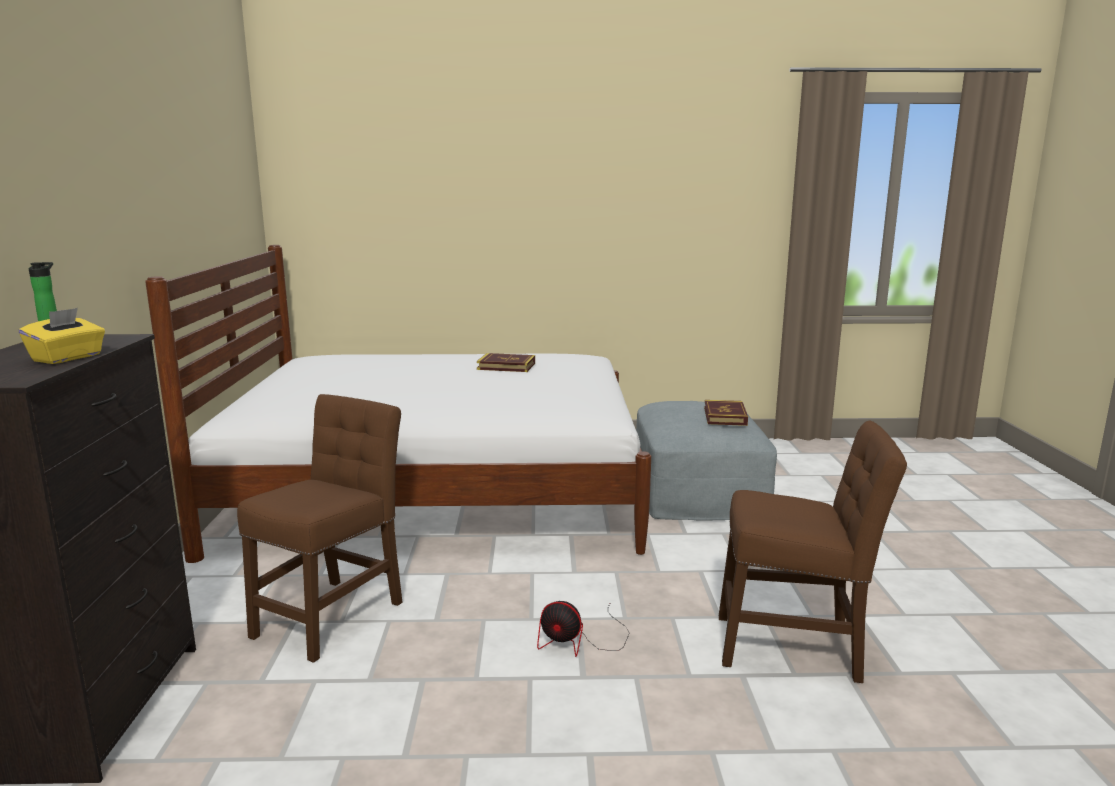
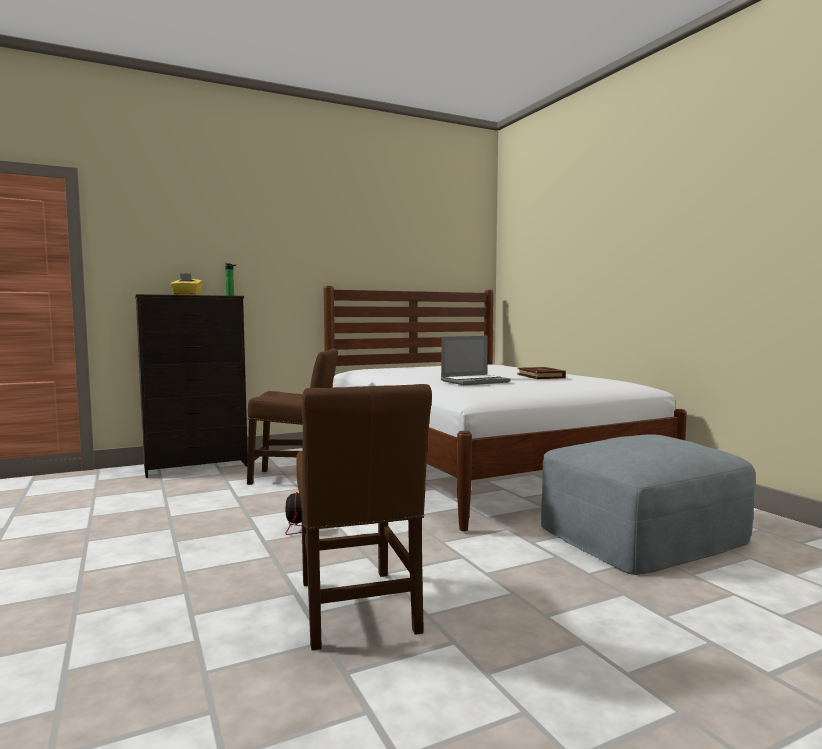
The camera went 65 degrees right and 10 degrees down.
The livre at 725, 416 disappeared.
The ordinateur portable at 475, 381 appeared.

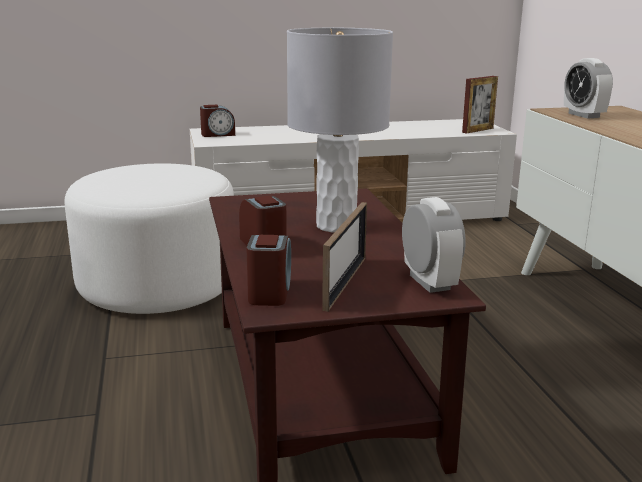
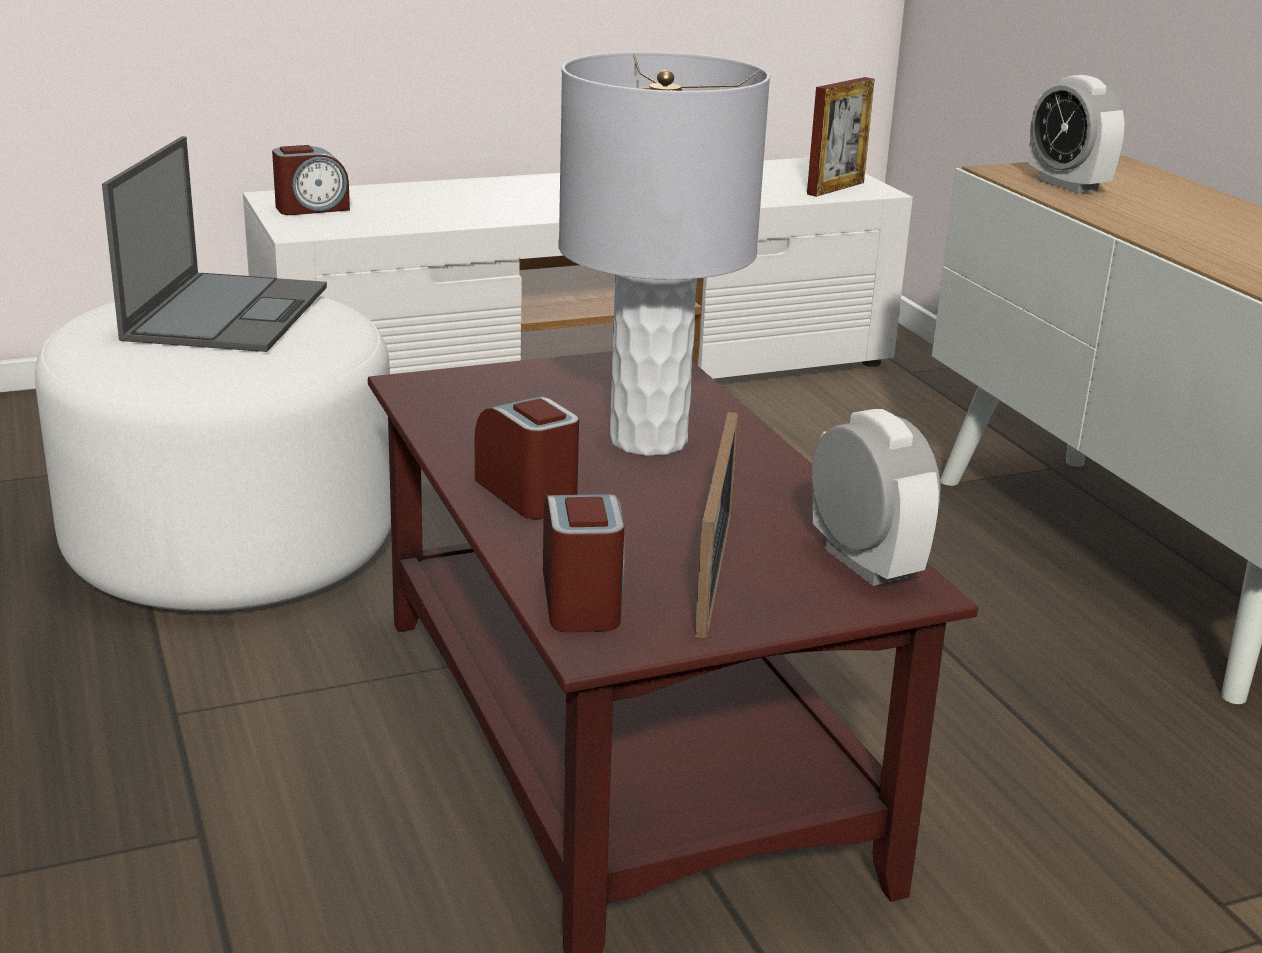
The camera went 10 degrees left and 5 degrees up.
The ordinateur portable at 227, 312 appeared.

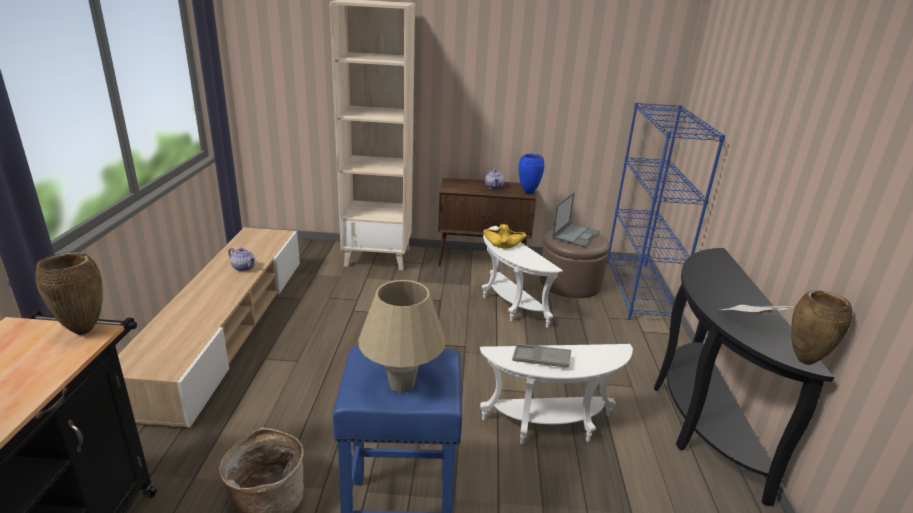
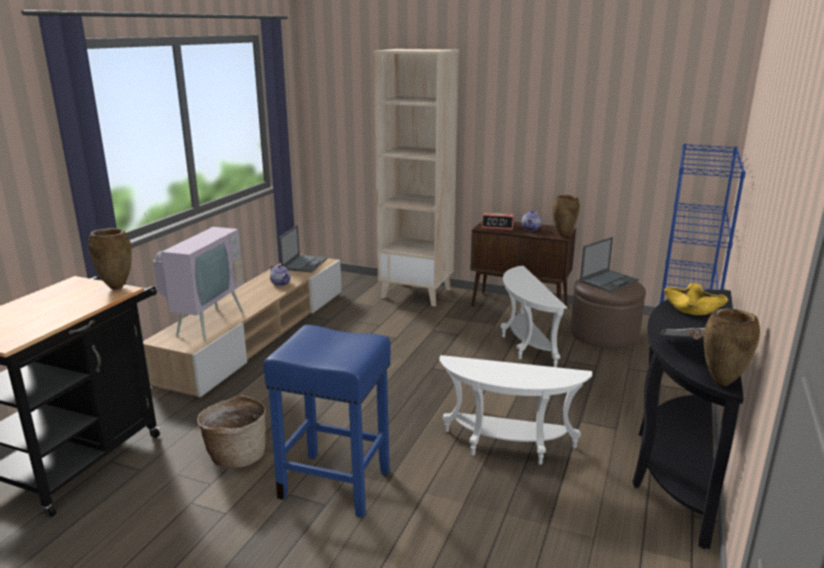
The camera went 20 degrees right and 5 degrees down.
The lampe de table [beige] at 401, 384 disappeared.
The plateau [gris] at 541, 359 disappeared.
The téléviseur at 205, 322 appeared.
The ordinateur portable at 304, 263 appeared.
The réveil at 498, 226 appeared.
The bol [jaune] moved from 504, 243 to 693, 308.
The vase [bleu] at 528, 193 became the vase [marron] at 563, 235.

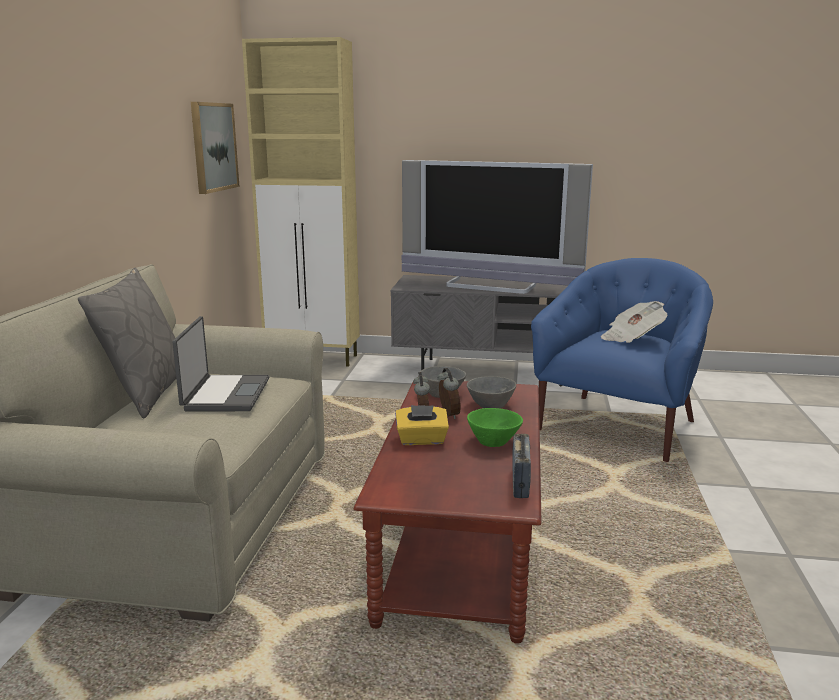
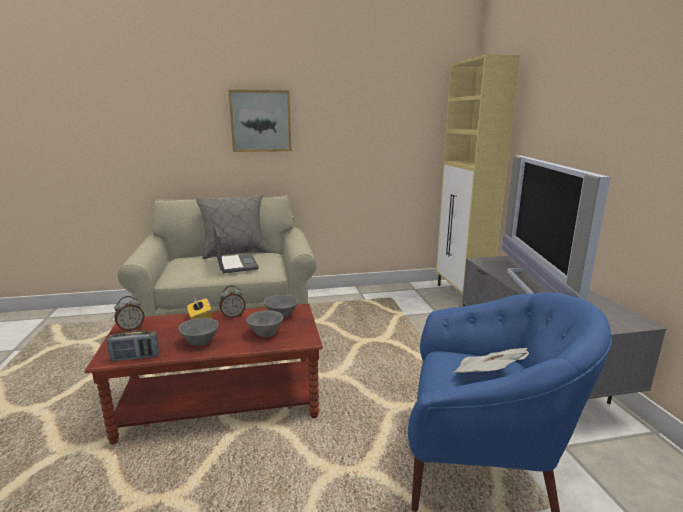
The camera went 70 degrees right and 0 degrees up.
The tableau moved from 213, 147 to 260, 121.
The réveil moved from 448, 415 to 131, 328.
The bol [vert] at 495, 442 became the bol [gris] at 200, 342.
The ordinateur portable at 225, 395 turned 90 degrees counterclockwise.

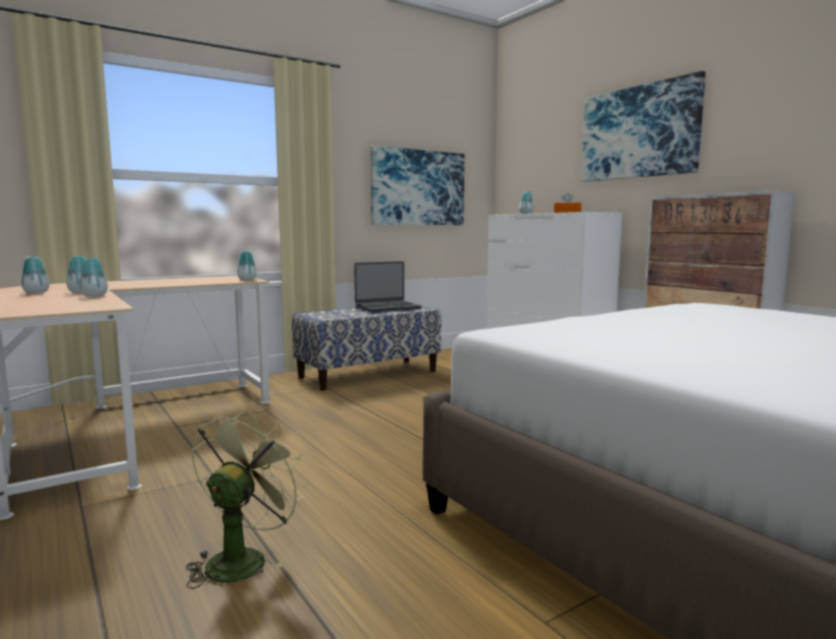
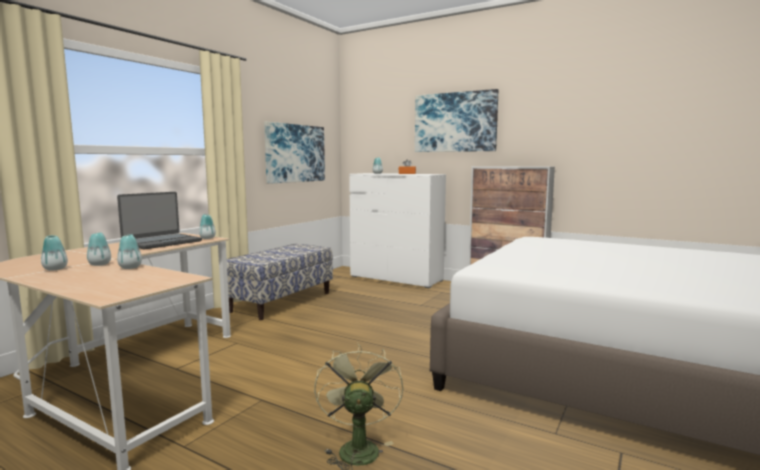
The camera went 25 degrees left and 0 degrees up.
The ordinateur portable moved from 387, 308 to 162, 242.

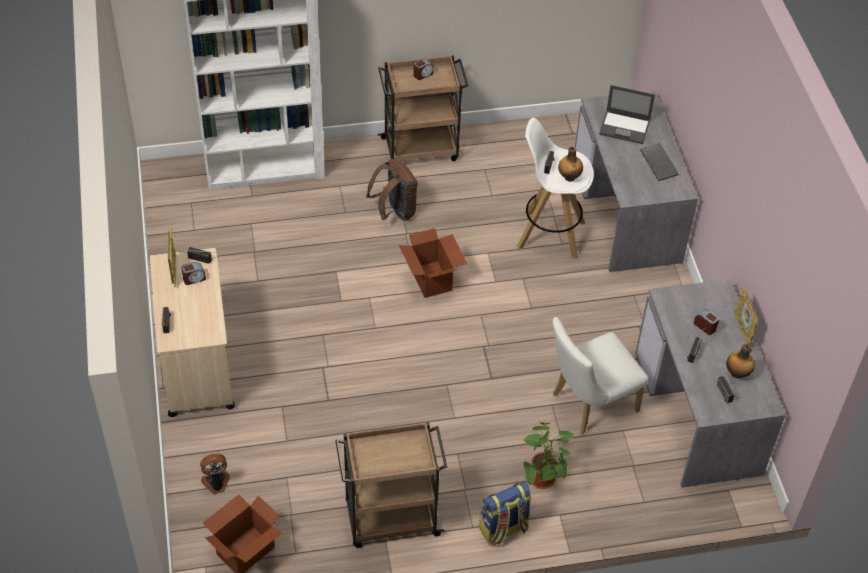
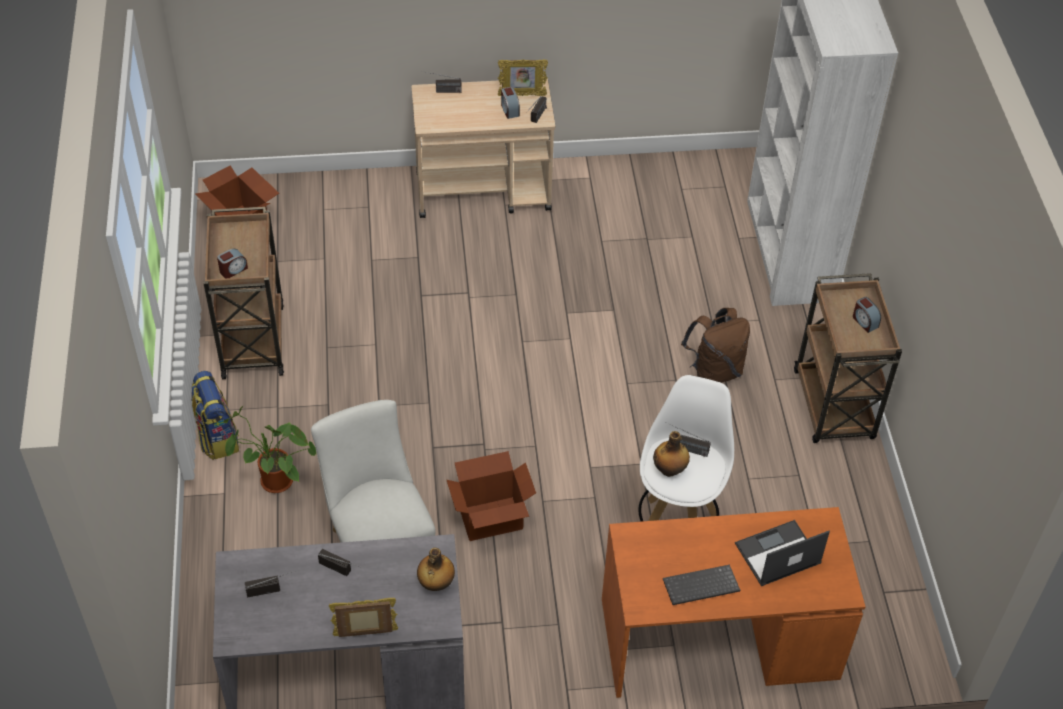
The camera went 95 degrees right and 0 degrees up.
The ventilateur at 216, 483 disappeared.
The carton moved from 432, 279 to 491, 519.
The réveil moved from 705, 326 to 233, 270.
The bouteille moved from 737, 373 to 435, 583.
The bureau [gris] at 627, 213 became the bureau [orange] at 717, 640.
The ordinateur portable at 625, 127 turned 45 degrees clockwise.

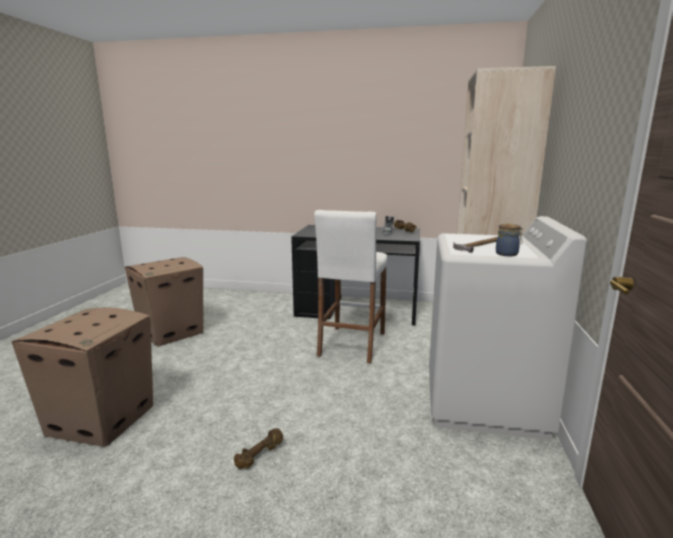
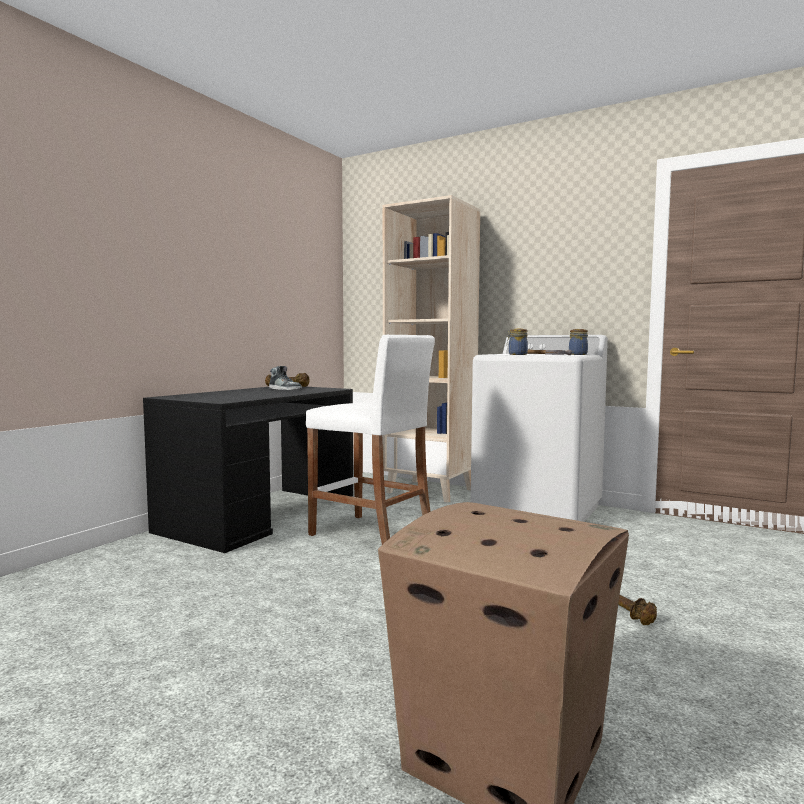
The camera went 70 degrees left and 10 degrees down.
The carton at 172, 332 disappeared.
The bocal at 517, 354 appeared.

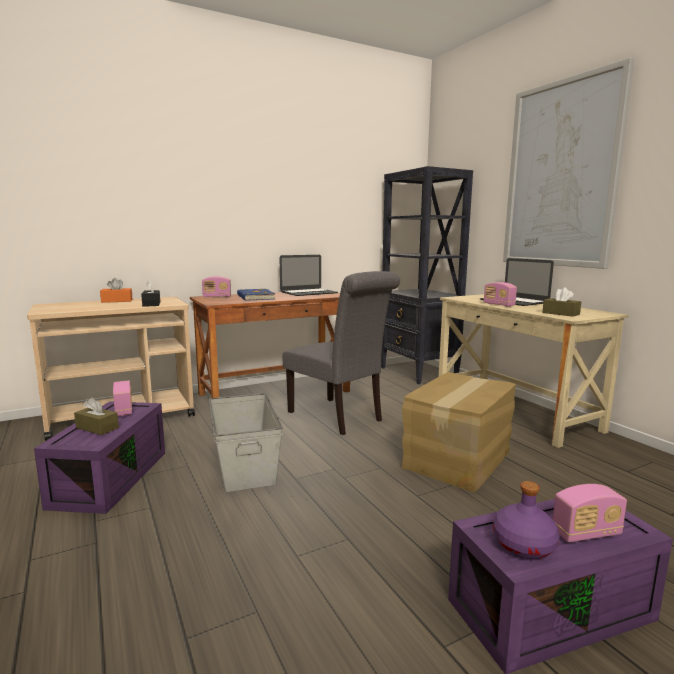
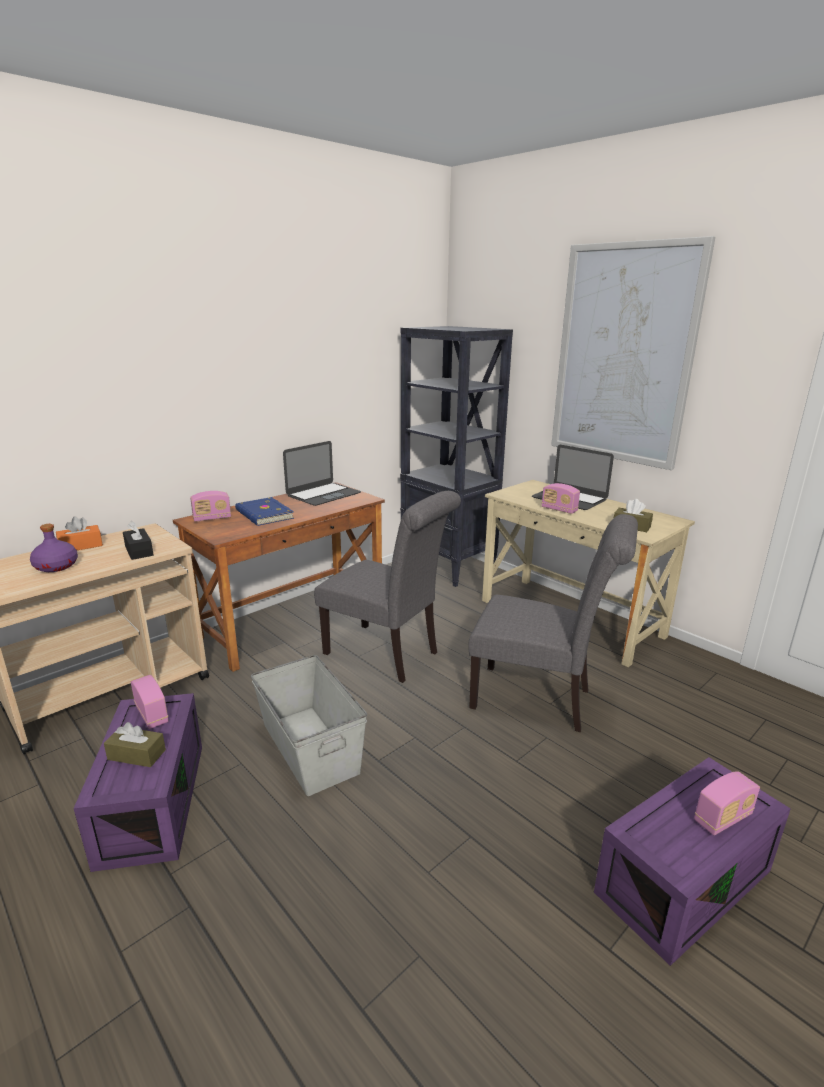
The camera went 15 degrees left and 10 degrees up.
The bouteille [violet] moved from 524, 545 to 56, 566.
The carton at 459, 459 was replaced by the chaise [gris] at 539, 699.

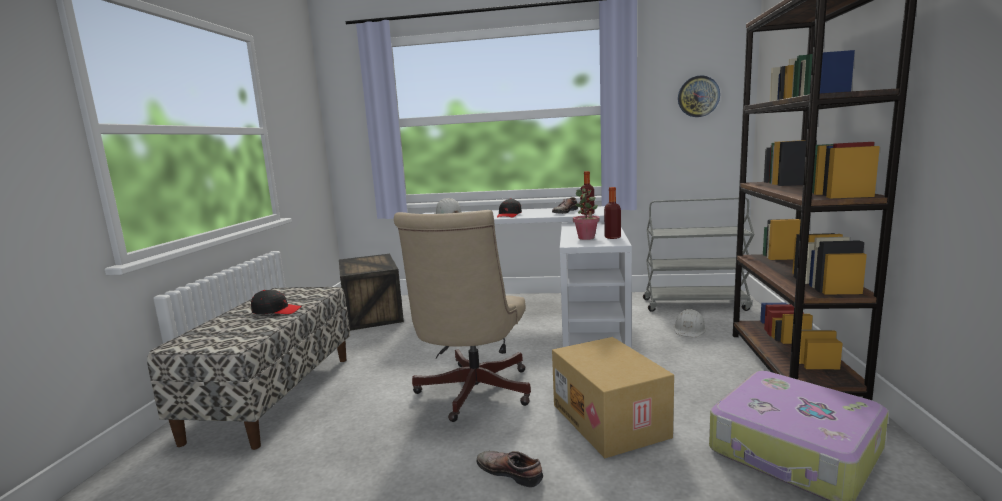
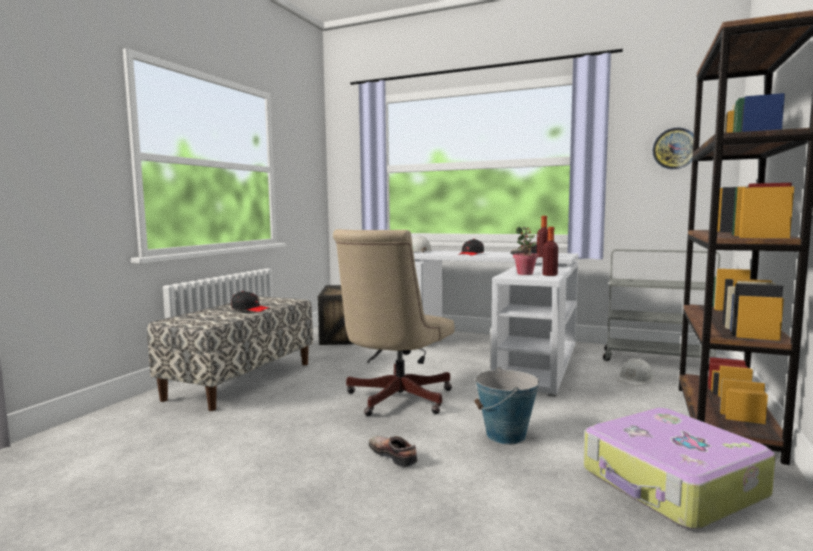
The camera went 15 degrees right and 5 degrees down.
The carton at 611, 420 was replaced by the seau at 506, 435.

